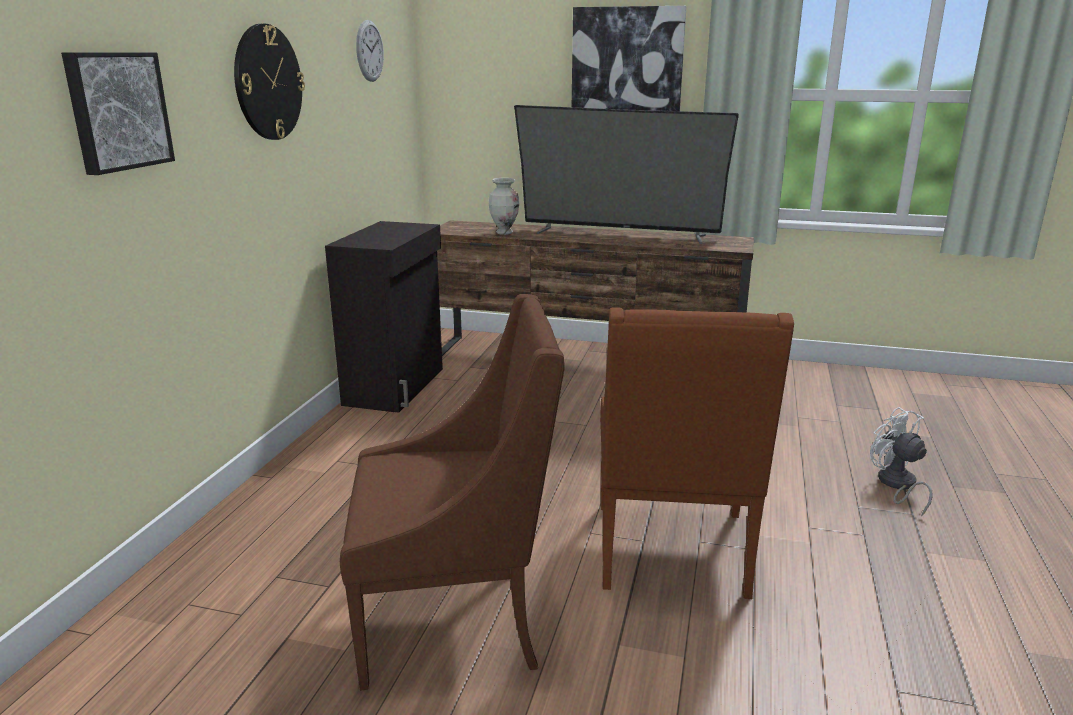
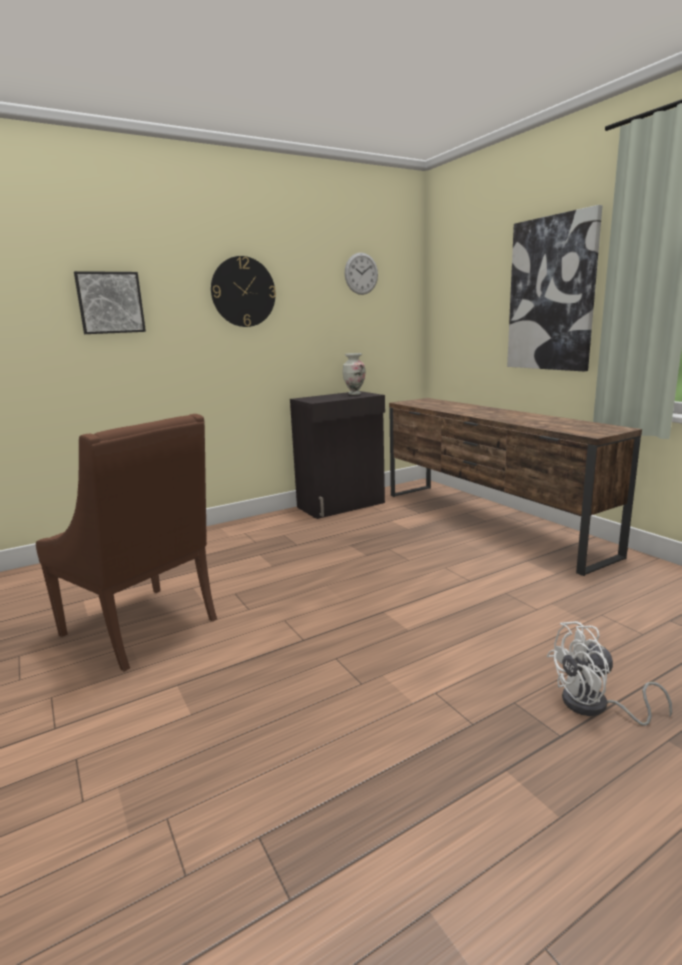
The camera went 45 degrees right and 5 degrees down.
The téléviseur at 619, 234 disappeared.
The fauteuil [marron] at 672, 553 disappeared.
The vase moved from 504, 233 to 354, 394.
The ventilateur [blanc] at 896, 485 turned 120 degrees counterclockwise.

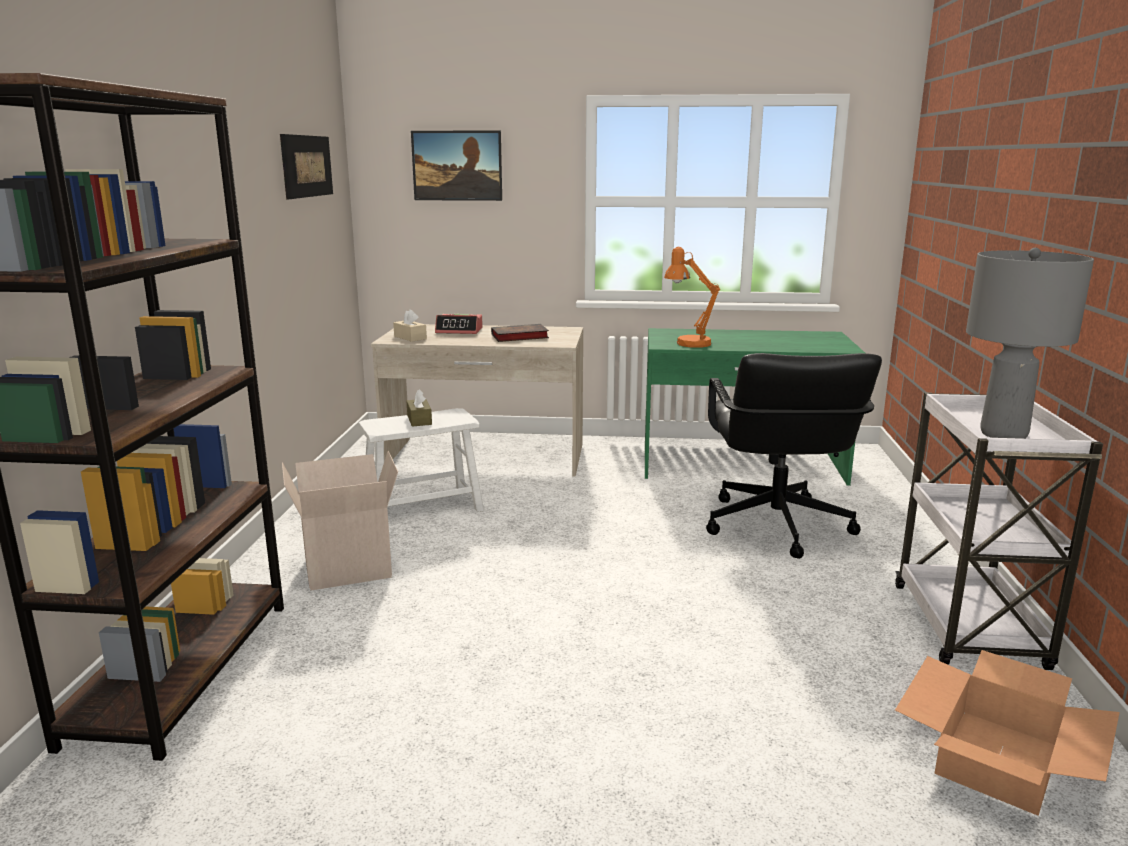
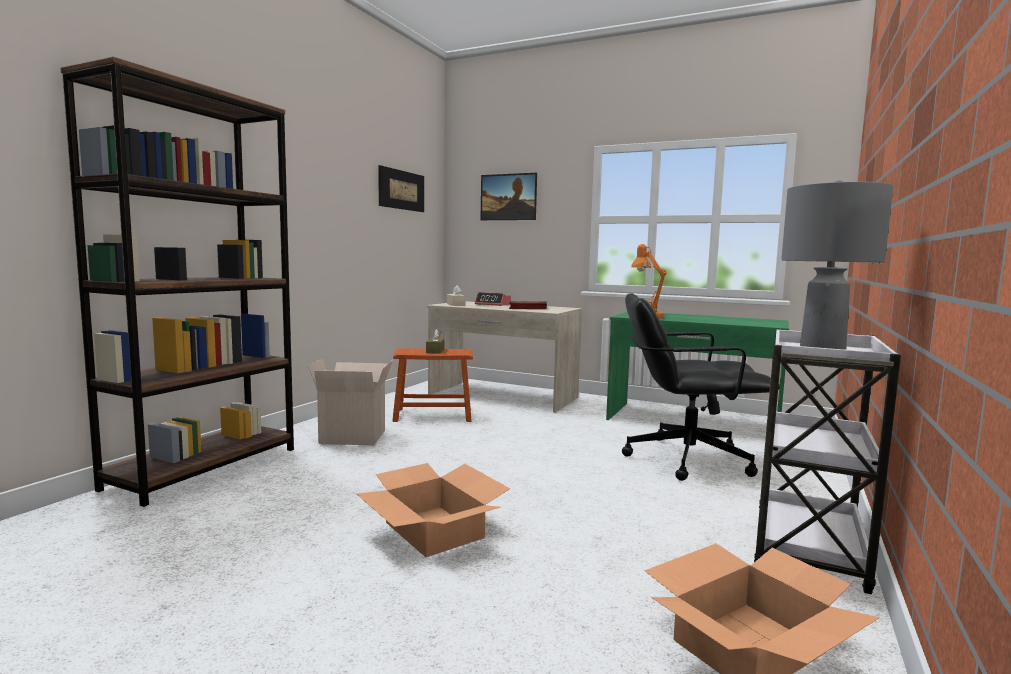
The camera went 20 degrees right and 10 degrees down.
The carton at 433, 530 appeared.
The tabouret [blanc] at 423, 507 became the tabouret [marron] at 433, 415.
The chaise de bureau [noir] at 775, 526 turned 75 degrees clockwise.

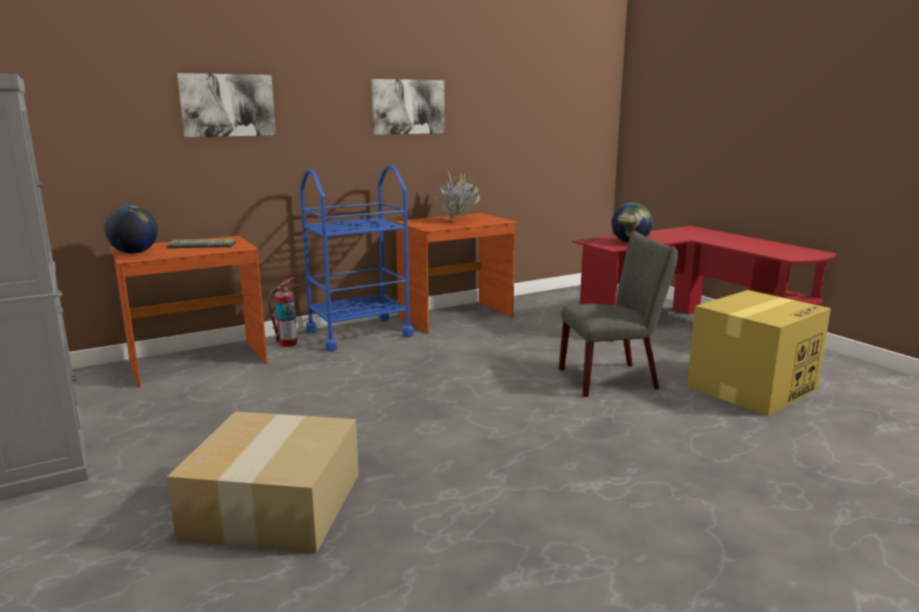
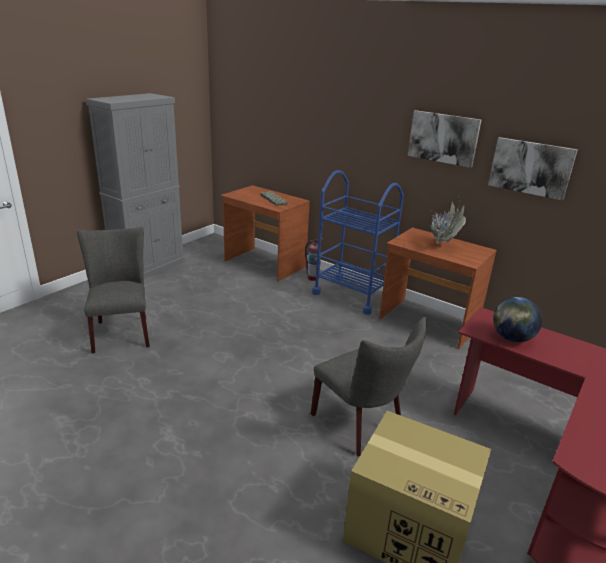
The camera went 65 degrees right and 10 degrees up.
The globe at 134, 253 disappeared.
The tableau moved from 228, 105 to 530, 167.
The carton at 273, 503 was replaced by the chaise [gris] at 121, 331.

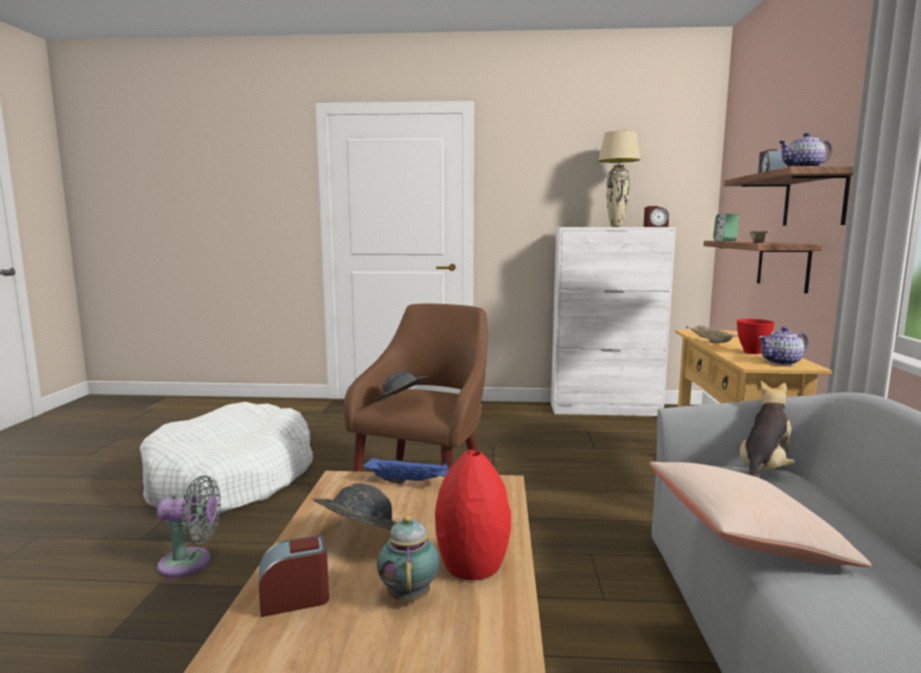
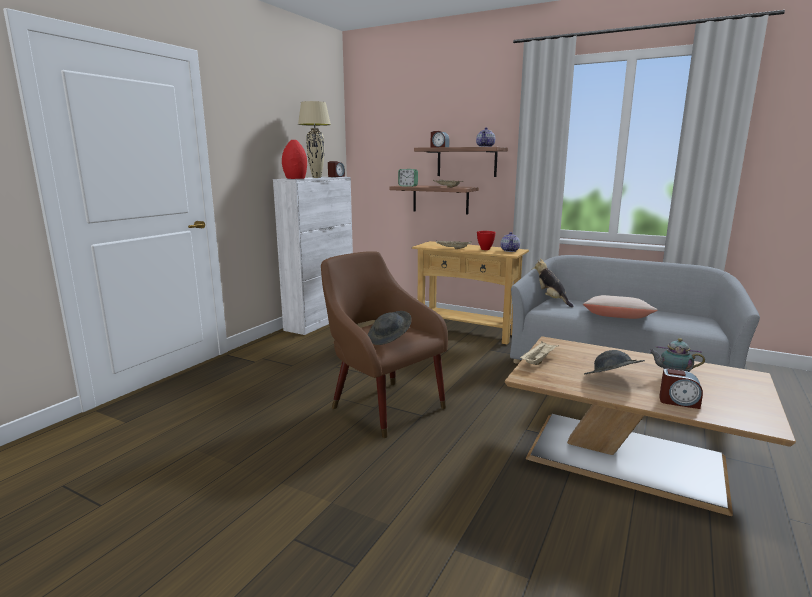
The camera went 65 degrees left and 5 degrees up.
The panier pour chien [blanc] at 231, 479 disappeared.
The ventilateur [gris] at 190, 563 disappeared.
The vase [rouge] moved from 470, 565 to 295, 178.
The plateau [bleu] at 408, 482 became the plateau [beige] at 538, 361.
The réveil at 295, 599 turned 75 degrees counterclockwise.

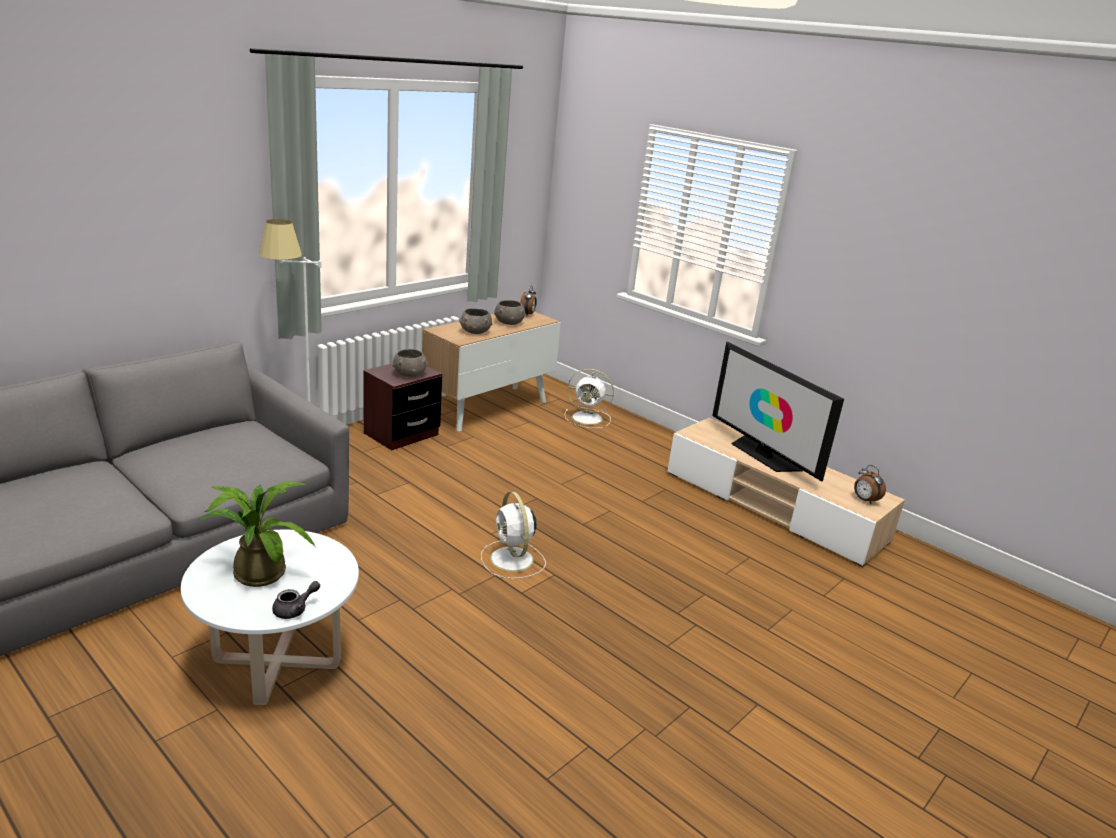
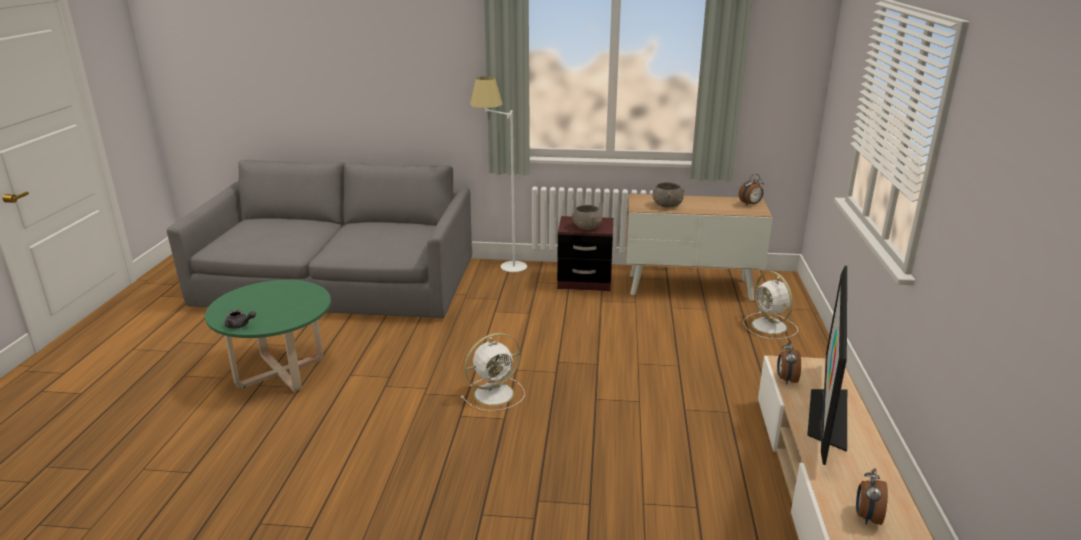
The camera went 55 degrees right and 0 degrees up.
The plante en pot at 257, 570 disappeared.
The bol [gris] at 509, 322 disappeared.
The réveil at 786, 379 appeared.
The table basse [blanc] at 277, 662 became the table basse [vert] at 280, 372.
The ventilateur [blanc] at 512, 560 turned 150 degrees counterclockwise.

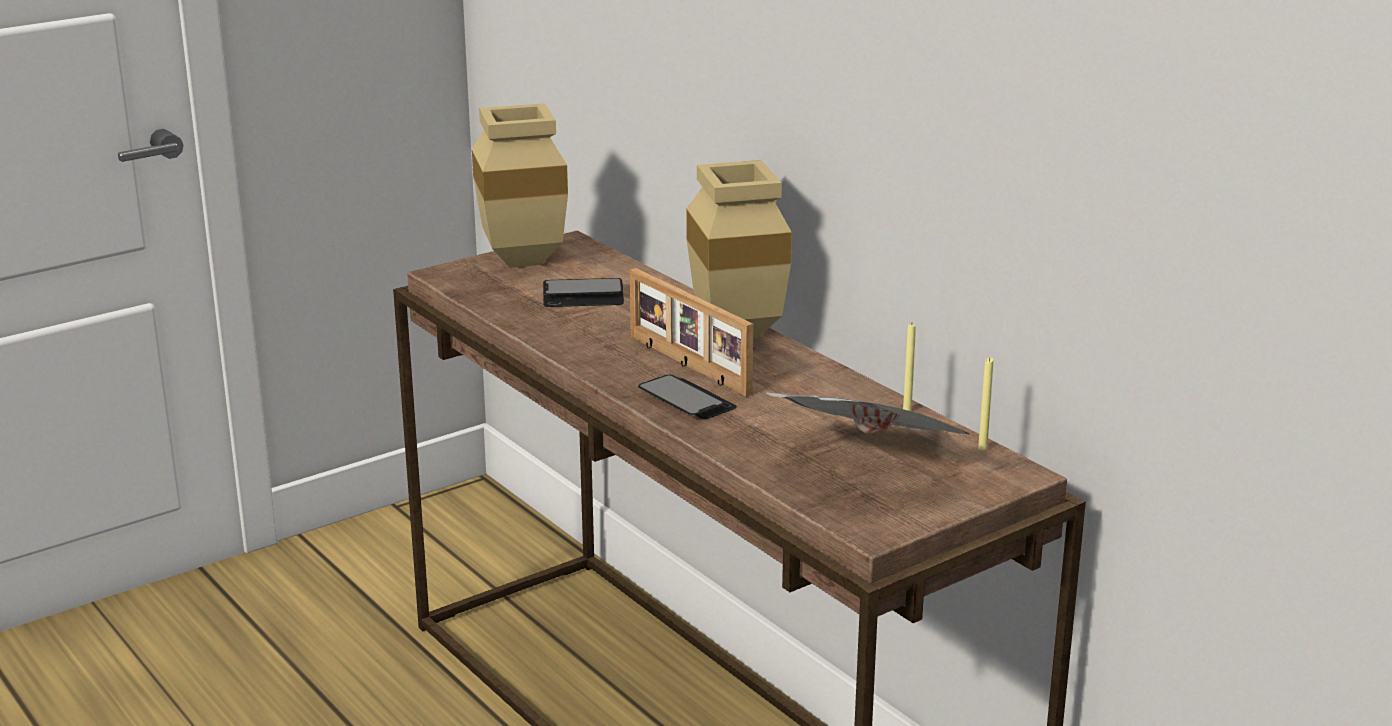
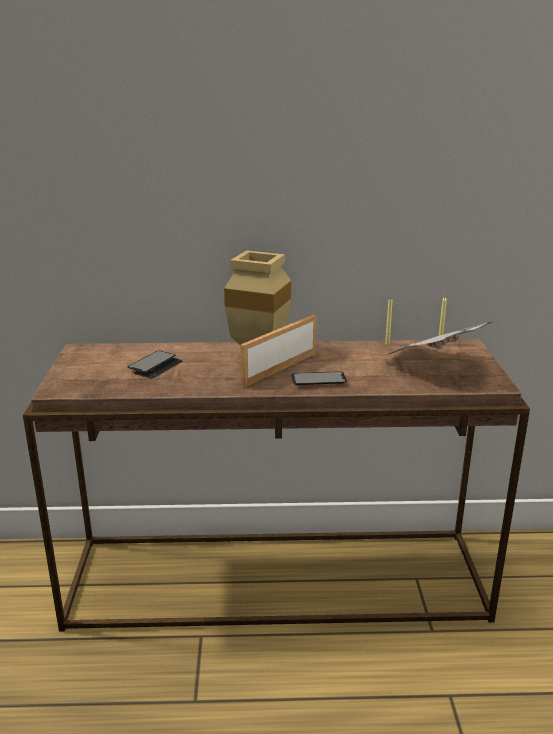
The camera went 55 degrees left and 0 degrees up.
The vase [beige] at 527, 259 disappeared.
The cadre photo at 687, 365 turned 135 degrees clockwise.

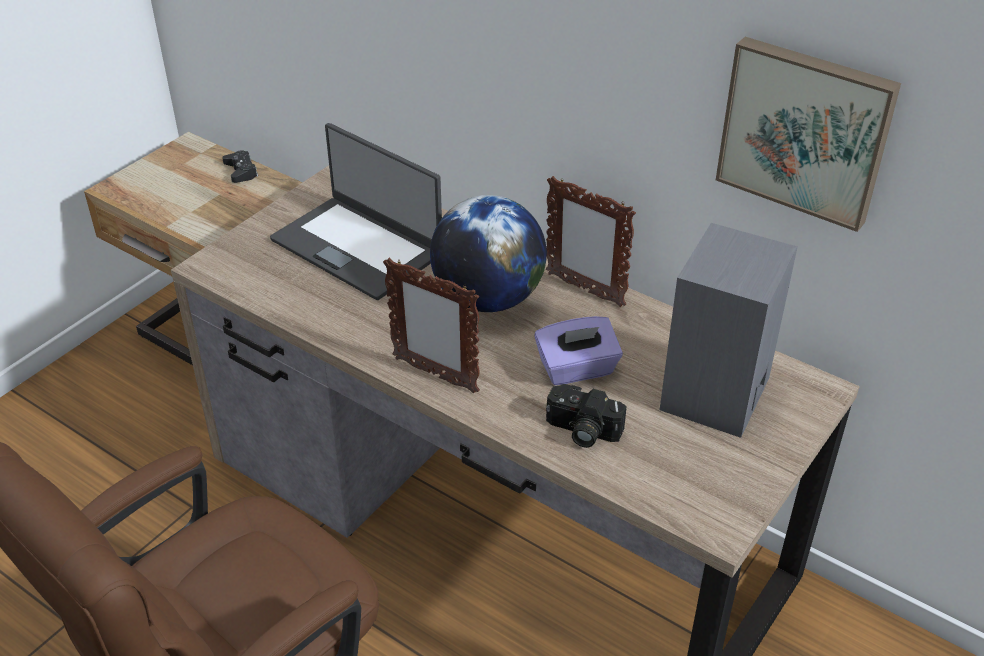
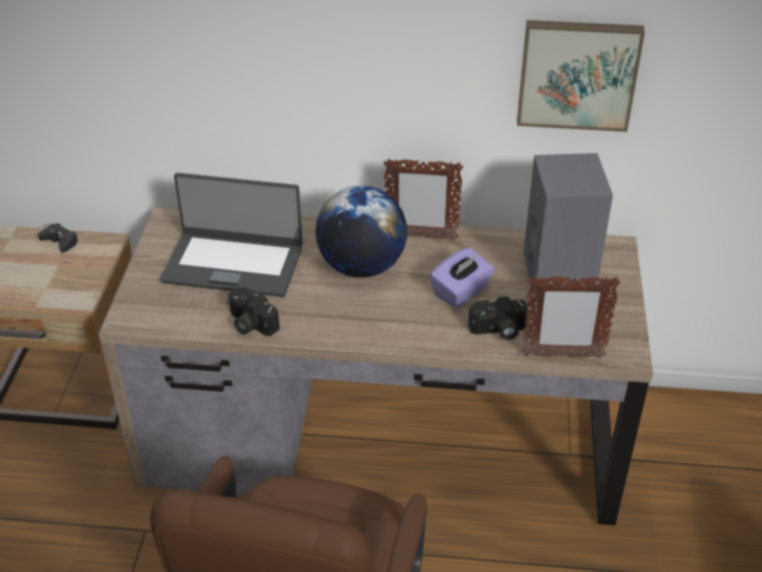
The camera went 30 degrees left and 0 degrees up.
The appareil photo at 249, 324 appeared.
The cadre photo moved from 434, 375 to 562, 356.

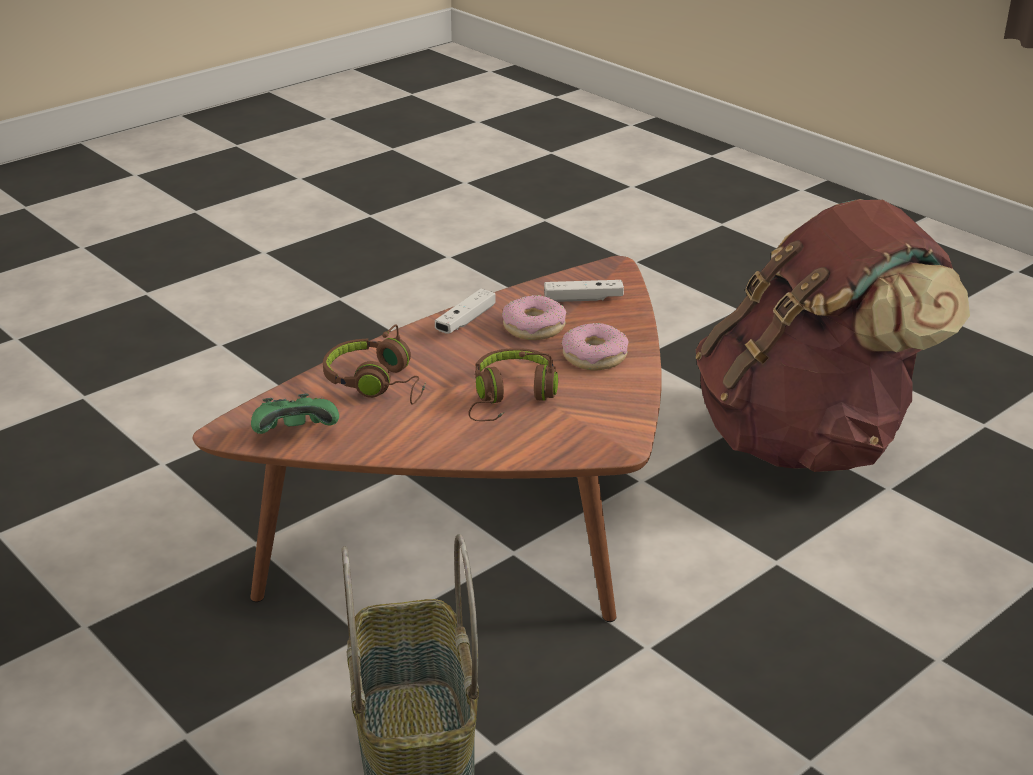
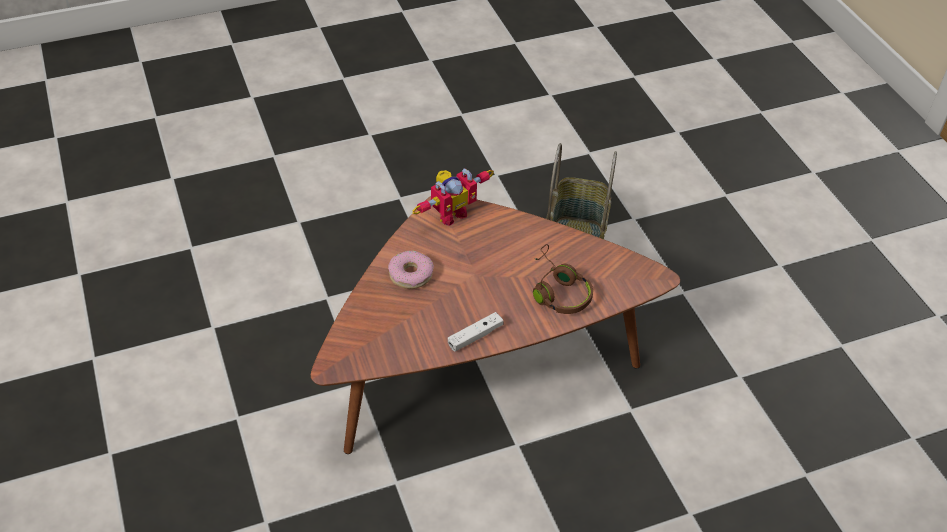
The camera went 160 degrees left and 15 degrees up.
The manette [vert] at 296, 433 disappeared.
The casque audio [marron] at 511, 398 disappeared.
The beignet at 534, 327 disappeared.
The manette [blanc] at 583, 299 disappeared.
The sac à dos [marron] at 809, 439 disappeared.
The robot jouet at 450, 213 appeared.

